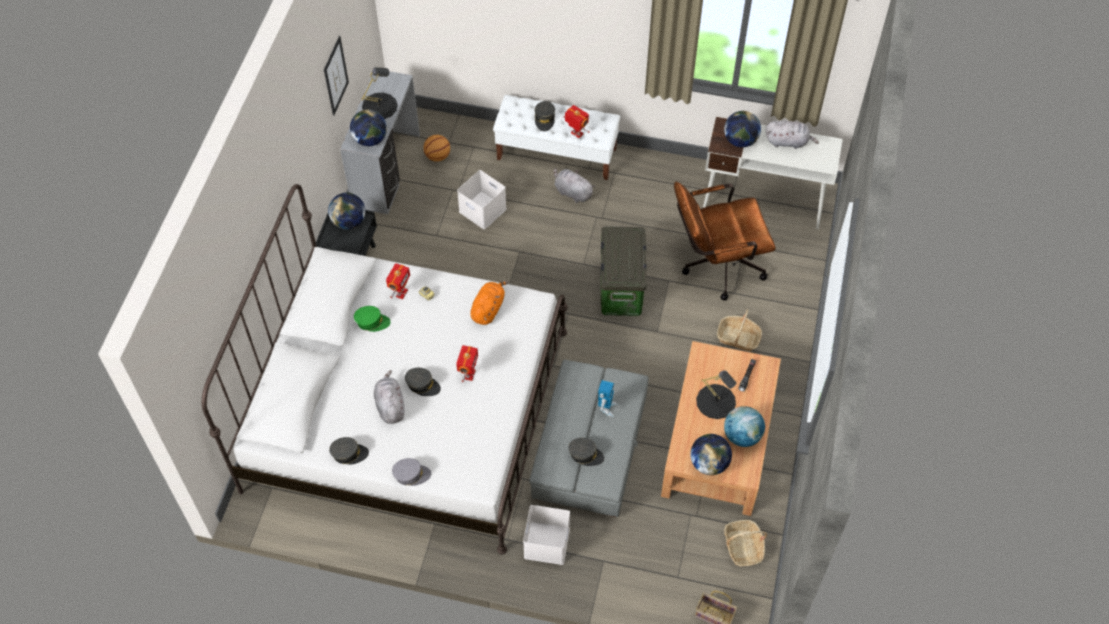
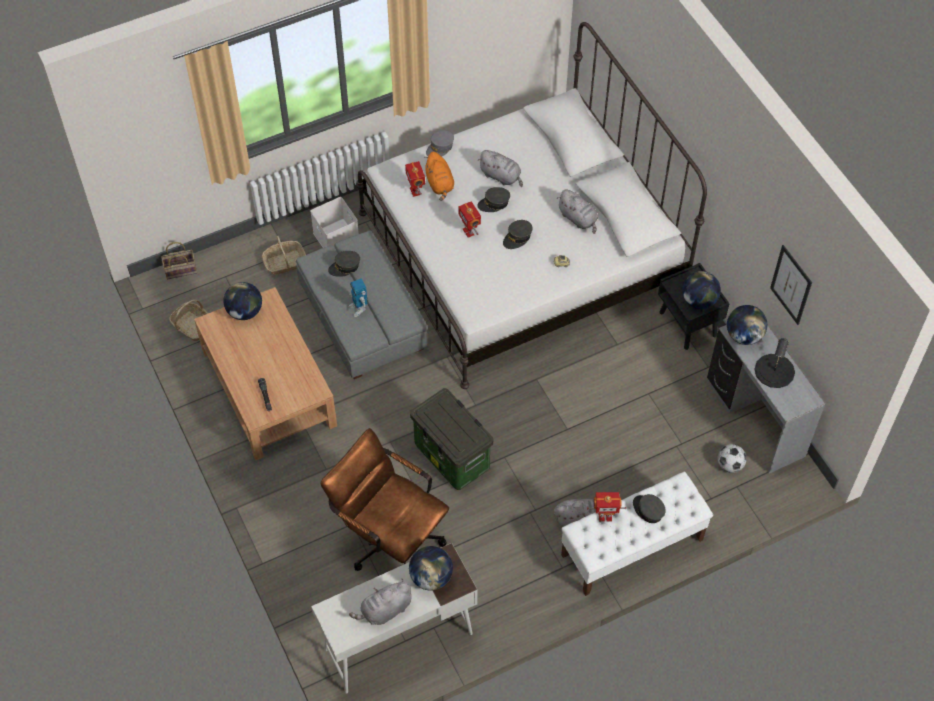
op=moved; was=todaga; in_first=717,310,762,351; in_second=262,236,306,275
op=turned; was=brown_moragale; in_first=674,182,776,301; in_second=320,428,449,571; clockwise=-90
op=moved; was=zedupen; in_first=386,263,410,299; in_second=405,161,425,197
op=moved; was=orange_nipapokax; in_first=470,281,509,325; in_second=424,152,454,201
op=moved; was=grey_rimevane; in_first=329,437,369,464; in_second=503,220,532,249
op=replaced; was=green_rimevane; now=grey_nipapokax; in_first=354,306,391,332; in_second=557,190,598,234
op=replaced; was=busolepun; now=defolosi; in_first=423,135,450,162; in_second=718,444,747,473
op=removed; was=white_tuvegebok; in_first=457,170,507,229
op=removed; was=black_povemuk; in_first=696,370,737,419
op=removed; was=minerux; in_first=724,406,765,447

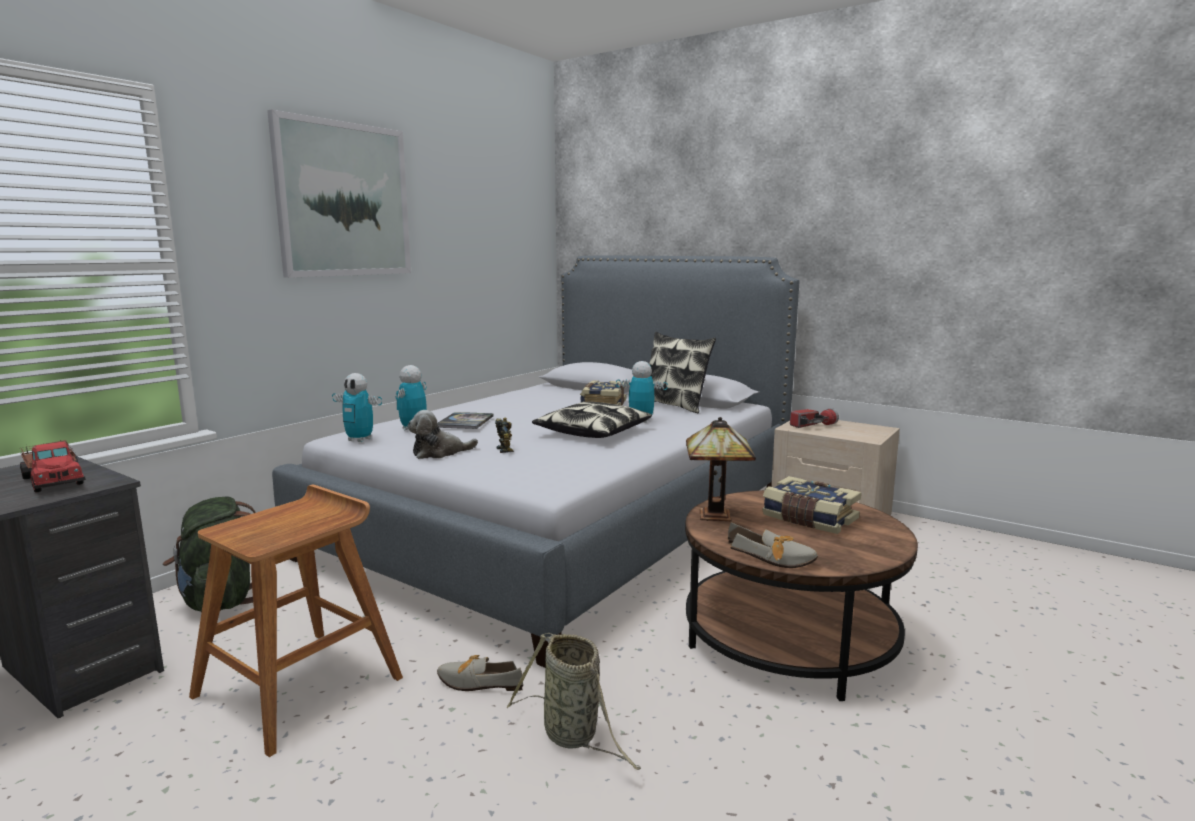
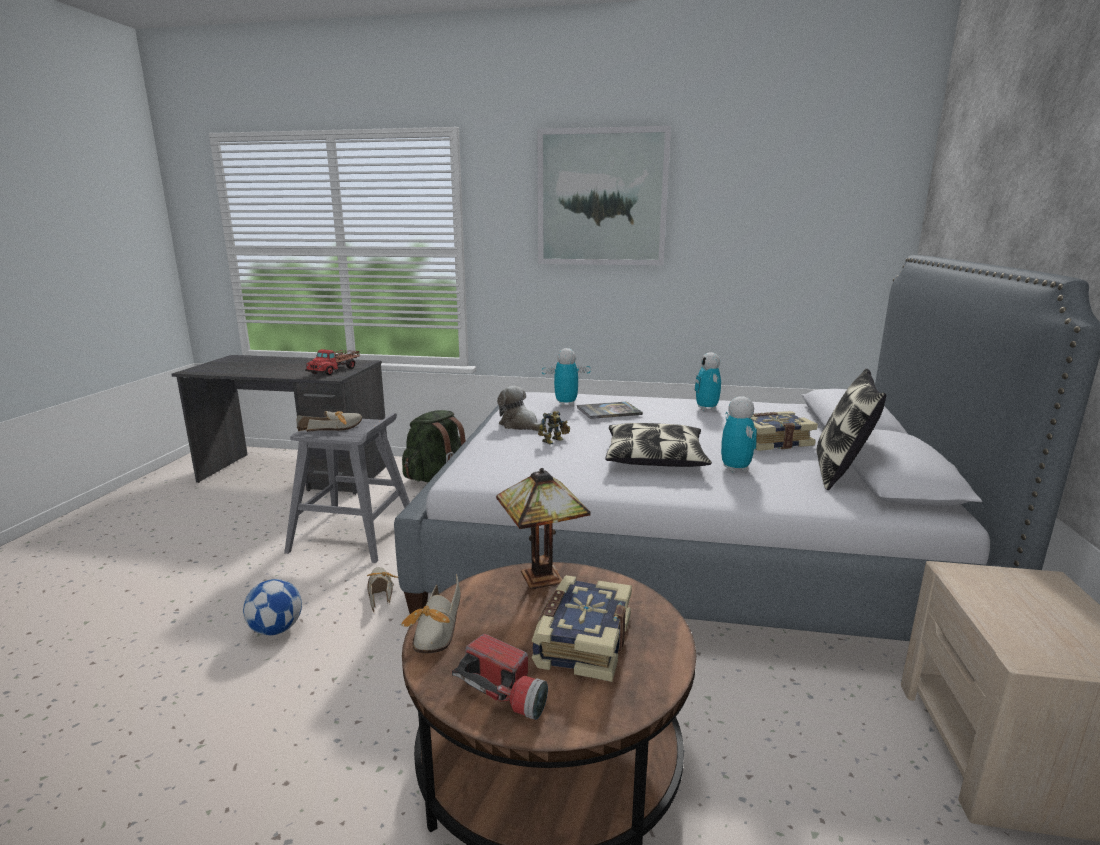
op=added; now=defolosi; in_second=243,579,302,635
op=recoloured; was=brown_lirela; now=grey_lirela; in_first=189,484,403,757; in_second=284,413,410,563
op=added; now=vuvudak; in_second=297,411,362,432
op=moved; was=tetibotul; in_first=790,408,839,428; in_second=452,634,548,720
op=moved; was=zedupen; in_first=332,373,382,442; in_second=695,352,721,411
op=removed; was=todaga; in_first=507,633,641,770

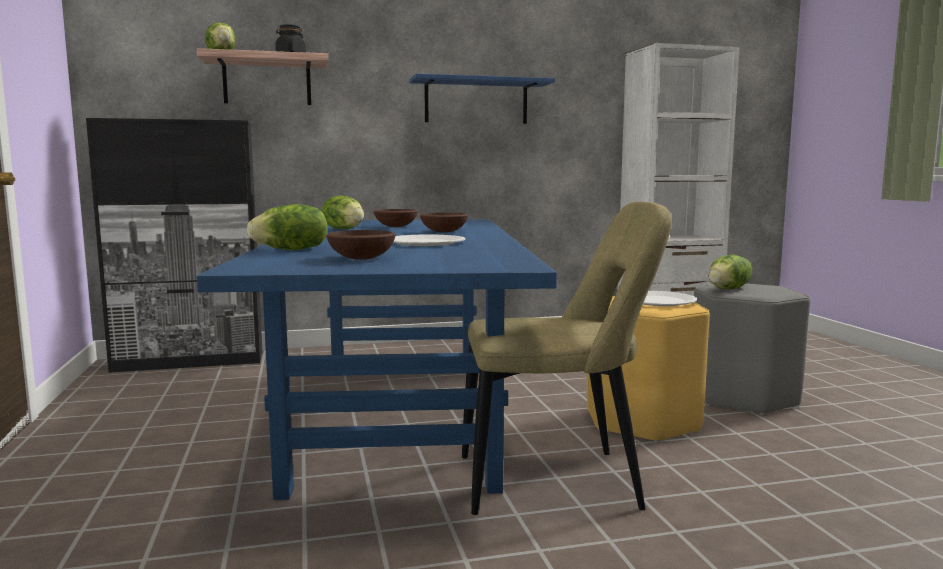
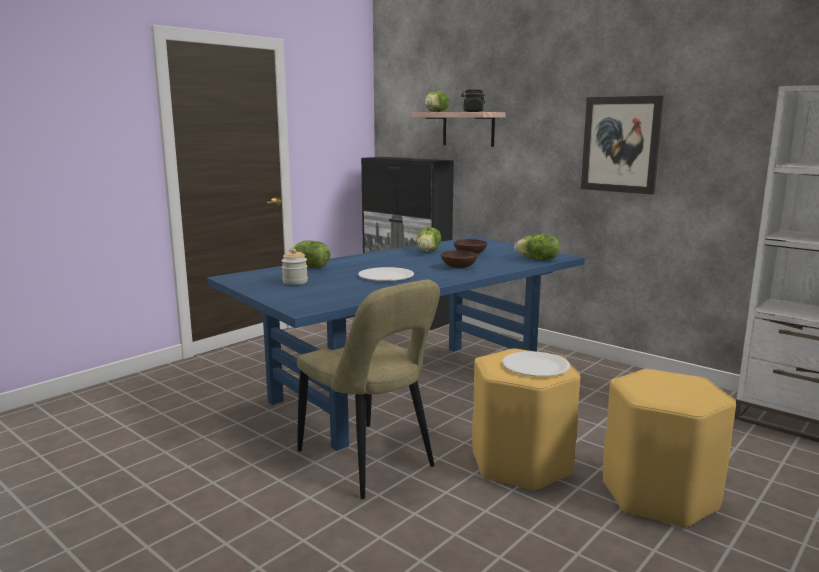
op=replaced; was=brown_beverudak; now=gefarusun; in_first=326,230,396,260; in_second=281,249,308,285
op=moved; was=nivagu; in_first=708,254,752,289; in_second=514,234,560,260
op=replaced; was=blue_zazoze; now=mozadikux; in_first=409,73,555,124; in_second=581,96,664,195
op=recoloured; was=grey_lirela; now=yellow_lirela; in_first=694,283,810,415; in_second=603,369,736,528

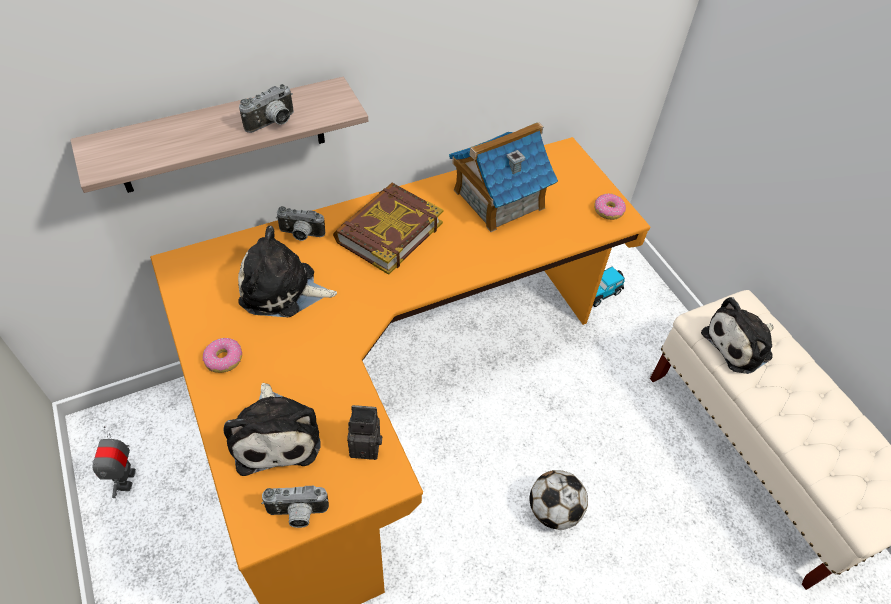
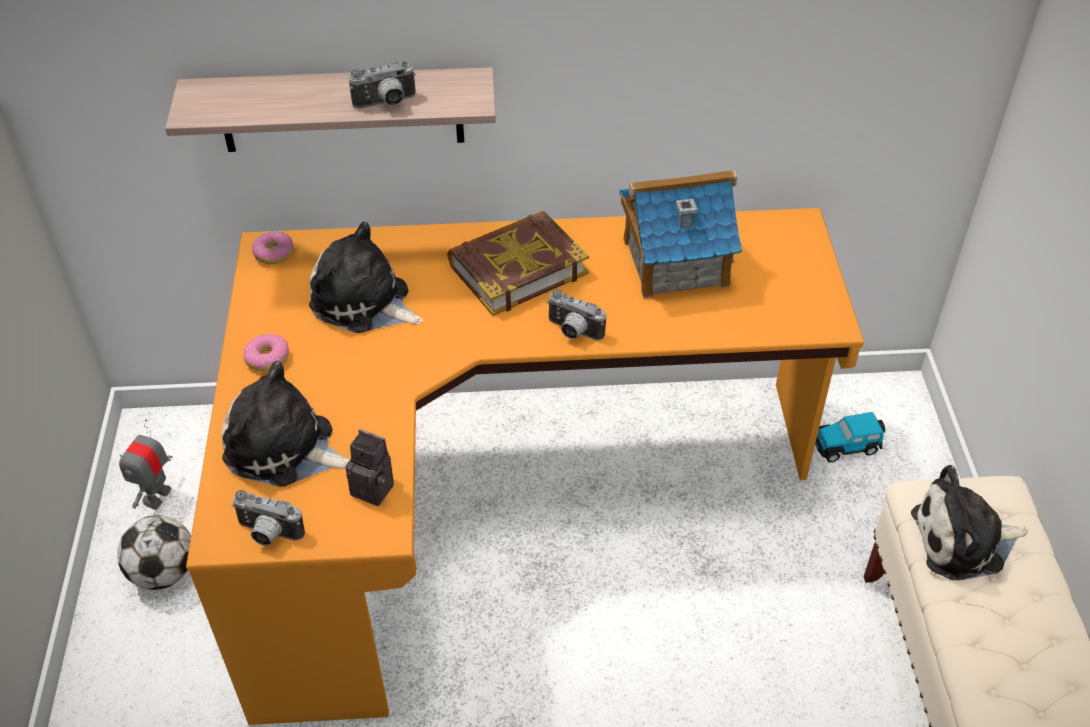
op=moved; was=defolosi; in_first=530,470,588,530; in_second=117,515,191,590
op=turned; was=nipapokax; in_first=224,383,320,476; in_second=222,361,350,487; clockwise=105
op=moved; was=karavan; in_first=594,194,626,220; in_second=252,231,294,264
op=moved; was=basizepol; in_first=276,206,325,241; in_second=547,289,606,340

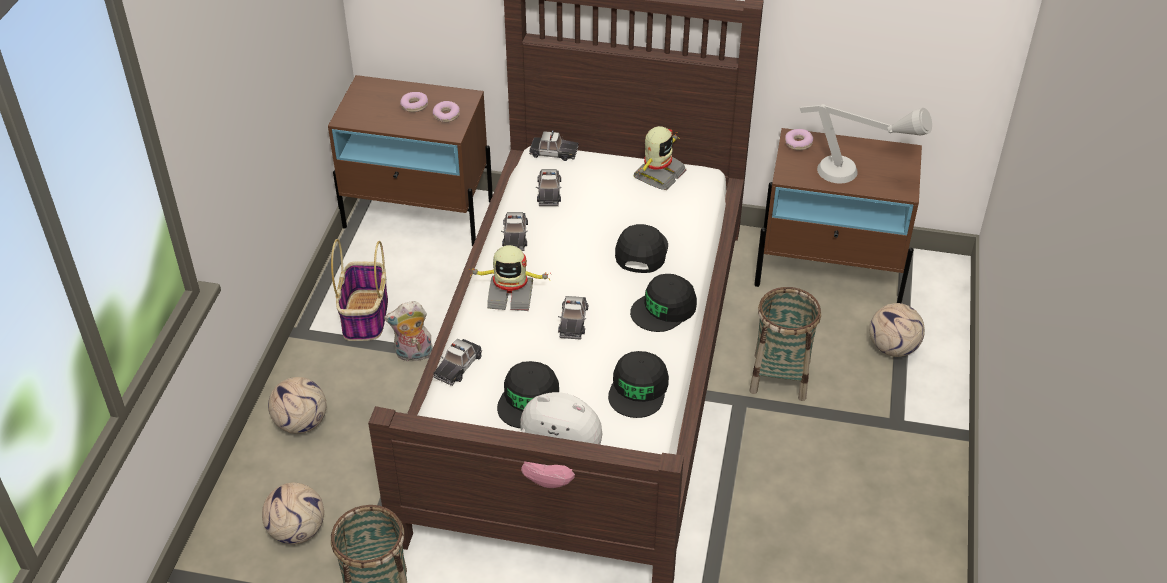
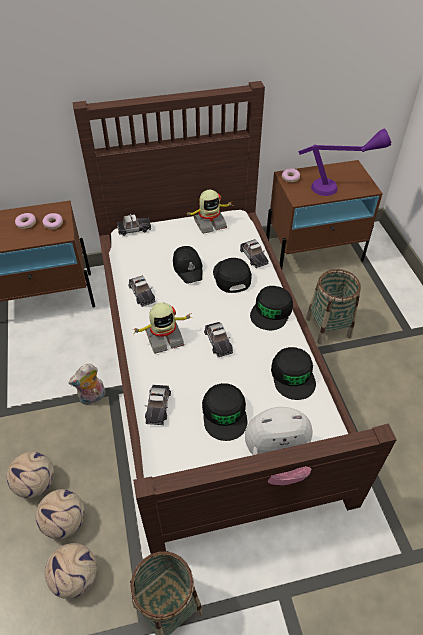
op=moved; was=defolosi; in_first=869,303,925,357; in_second=36,489,85,539
op=added; now=black_rimevane; in_second=173,246,203,284
op=turned; was=zedupen; in_first=633,126,686,190; in_second=186,190,233,234; clockwise=60
op=moved; was=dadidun; in_first=536,169,562,206; in_second=240,239,268,268
op=recoloured; was=grey_povemuk; now=purple_povemuk; in_first=800,104,932,184; in_second=298,128,392,196
op=removed; was=todaga; in_first=331,239,388,341

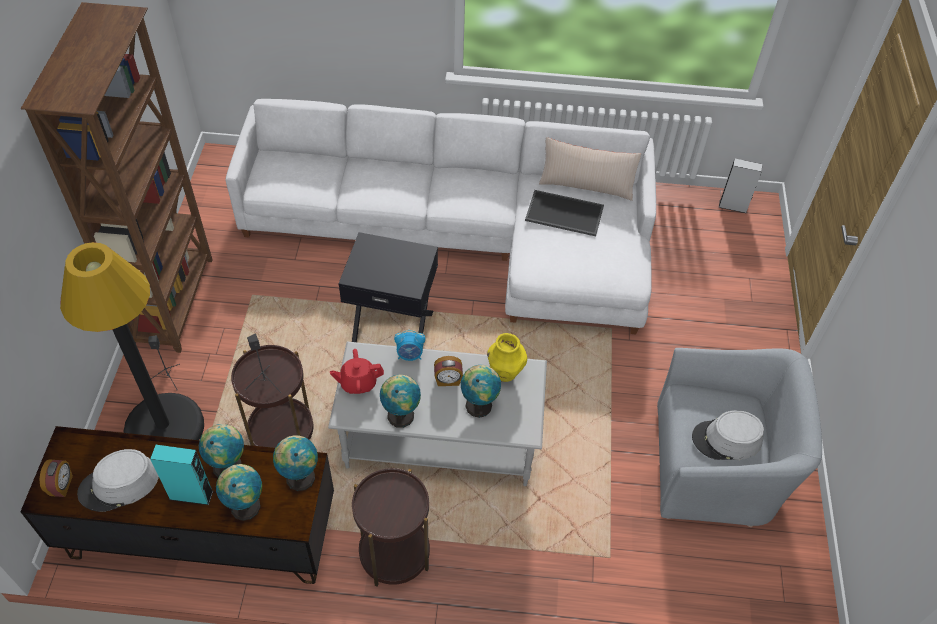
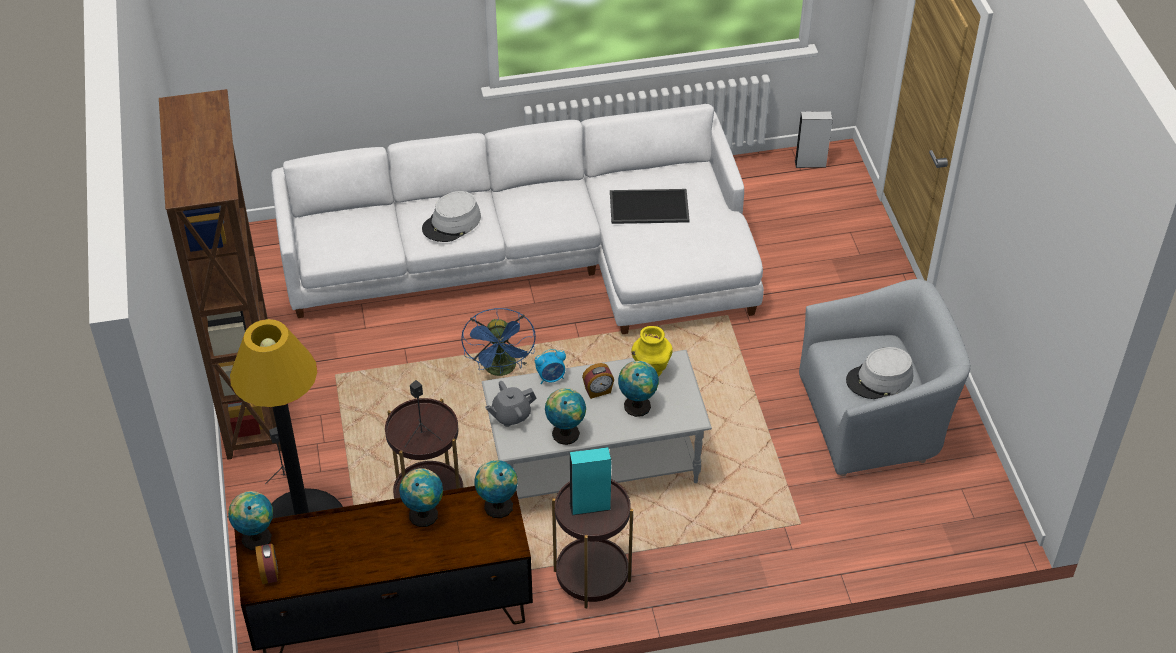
op=moved; was=minerux; in_first=216,464,262,521; in_second=228,491,273,550
op=moved; was=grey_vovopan; in_first=77,449,159,512; in_second=422,191,481,242
op=replaced; was=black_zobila; now=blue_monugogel; in_first=338,232,438,342; in_second=461,308,536,376
op=recoloured; was=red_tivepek; now=grey_tivepek; in_first=330,349,384,394; in_second=485,381,537,427
op=moved; was=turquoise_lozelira; in_first=150,445,213,505; in_second=569,447,612,515
op=removed; was=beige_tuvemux; in_first=539,137,641,201

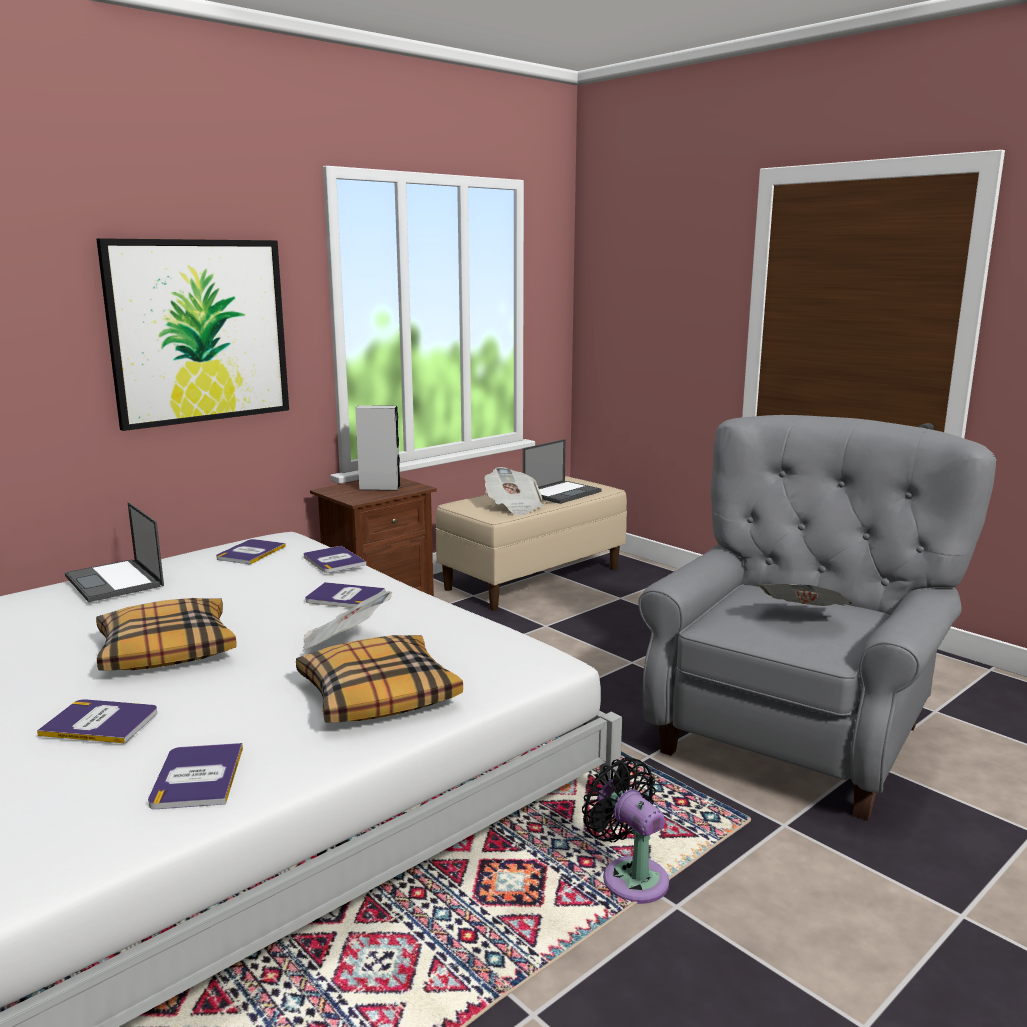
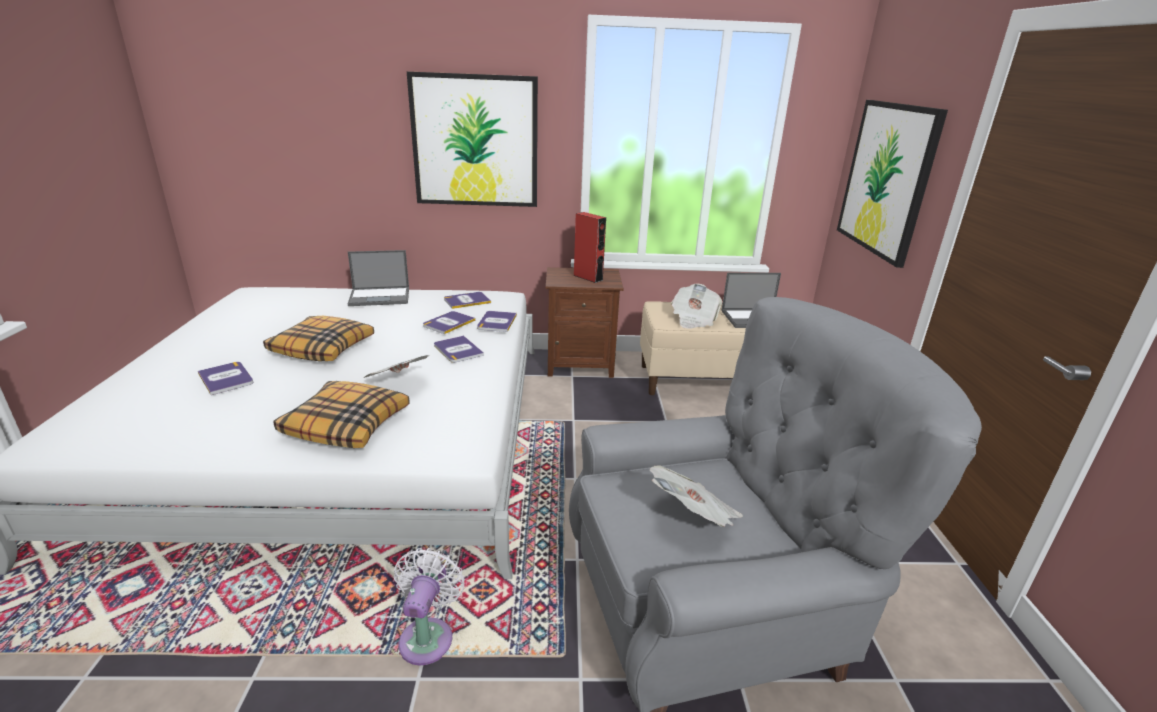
op=turned; was=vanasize; in_first=65,502,164,602; in_second=348,250,409,306; clockwise=-105
op=recoloured; was=black_monugogel; now=white_monugogel; in_first=582,757,669,904; in_second=394,548,465,665
op=moved; was=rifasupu; in_first=148,743,243,809; in_second=423,311,476,334
op=recoloured; was=grey_lozelira; now=red_lozelira; in_first=355,405,401,491; in_second=573,212,606,283
op=added; now=mozadikux; in_second=837,100,948,268

